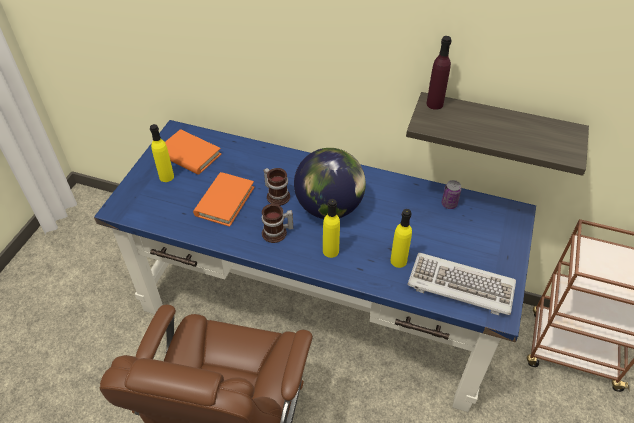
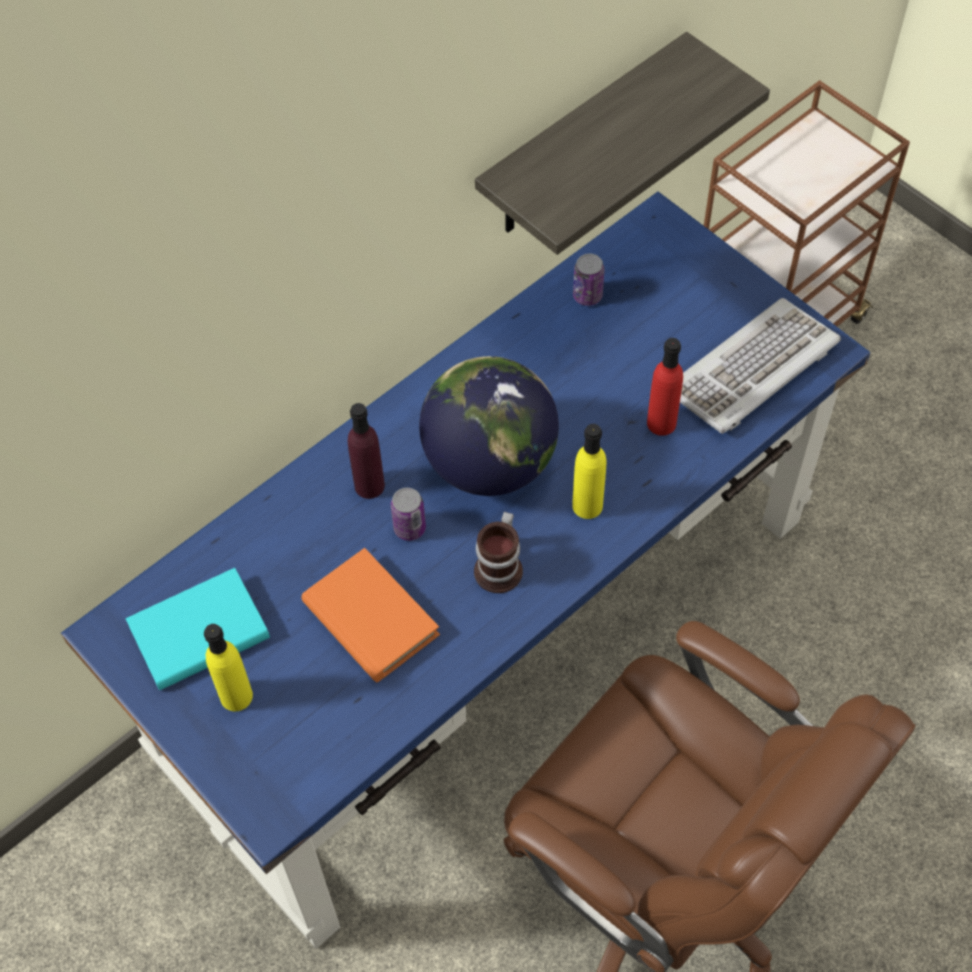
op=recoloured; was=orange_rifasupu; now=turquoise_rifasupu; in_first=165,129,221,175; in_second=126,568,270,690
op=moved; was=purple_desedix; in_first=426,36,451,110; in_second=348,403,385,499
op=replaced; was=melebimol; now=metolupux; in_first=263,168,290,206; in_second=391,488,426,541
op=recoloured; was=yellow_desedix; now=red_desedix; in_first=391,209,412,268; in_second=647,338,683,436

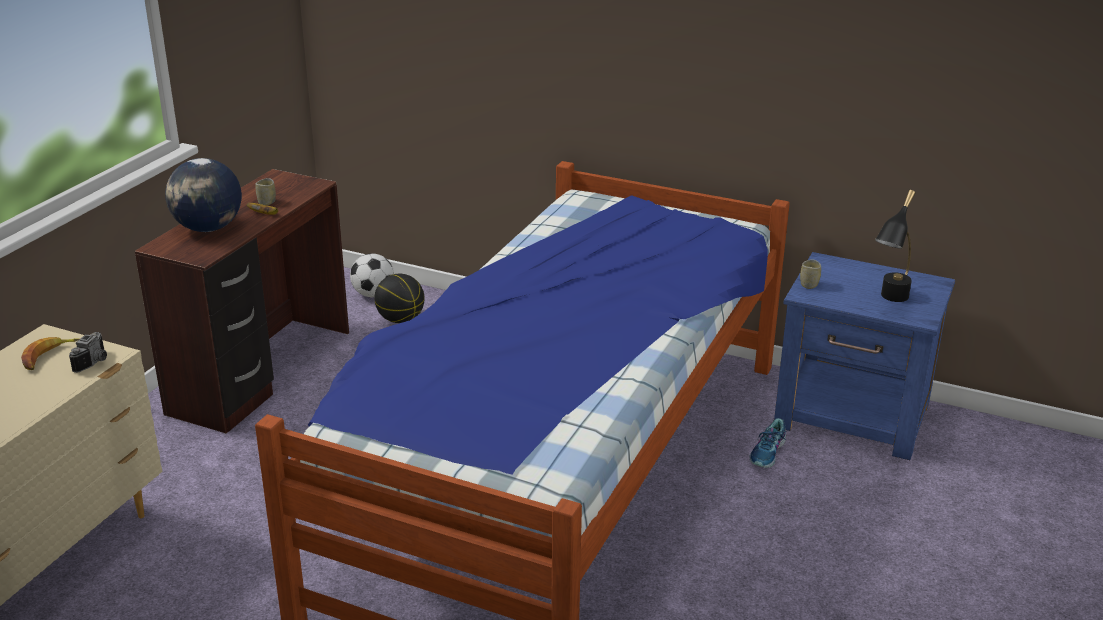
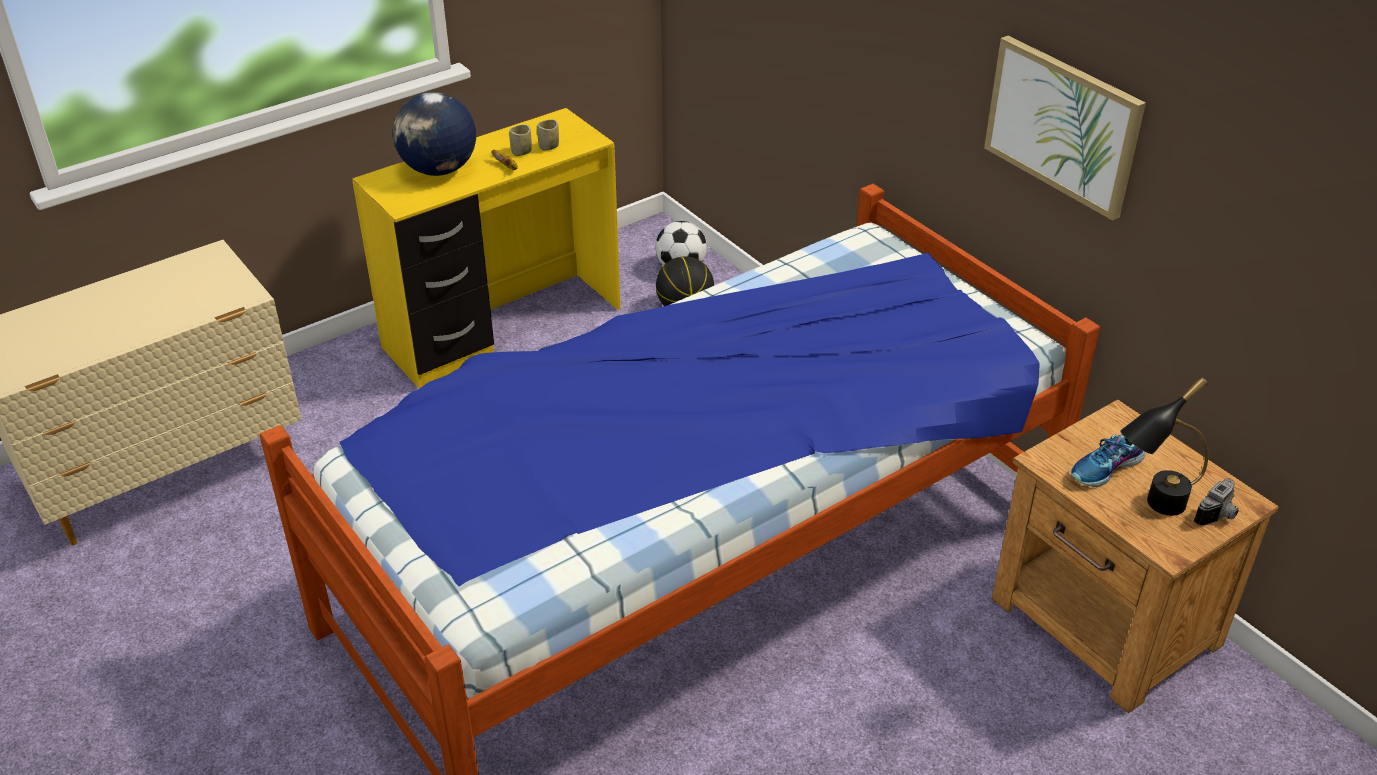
op=recoloured; was=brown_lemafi; now=yellow_lemafi; in_first=135,169,349,434; in_second=352,108,621,389
op=moved; was=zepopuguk; in_first=800,259,821,289; in_second=537,120,559,151
op=added; now=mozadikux; in_second=984,36,1146,221
op=recoloured; was=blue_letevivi; now=brown_letevivi; in_first=774,252,955,460; in_second=992,400,1279,713
op=moved; was=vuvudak; in_first=750,418,786,468; in_second=1071,434,1146,487
op=moved; was=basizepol; in_first=69,332,107,373; in_second=1194,478,1239,526
op=removed; was=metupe; in_first=21,337,79,370

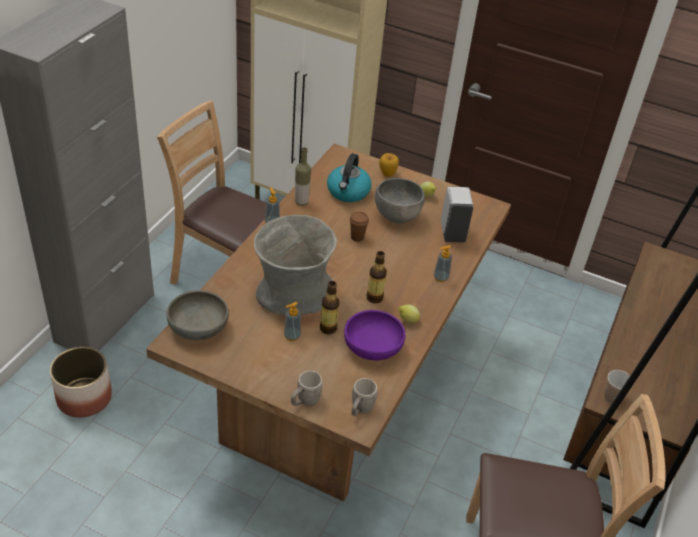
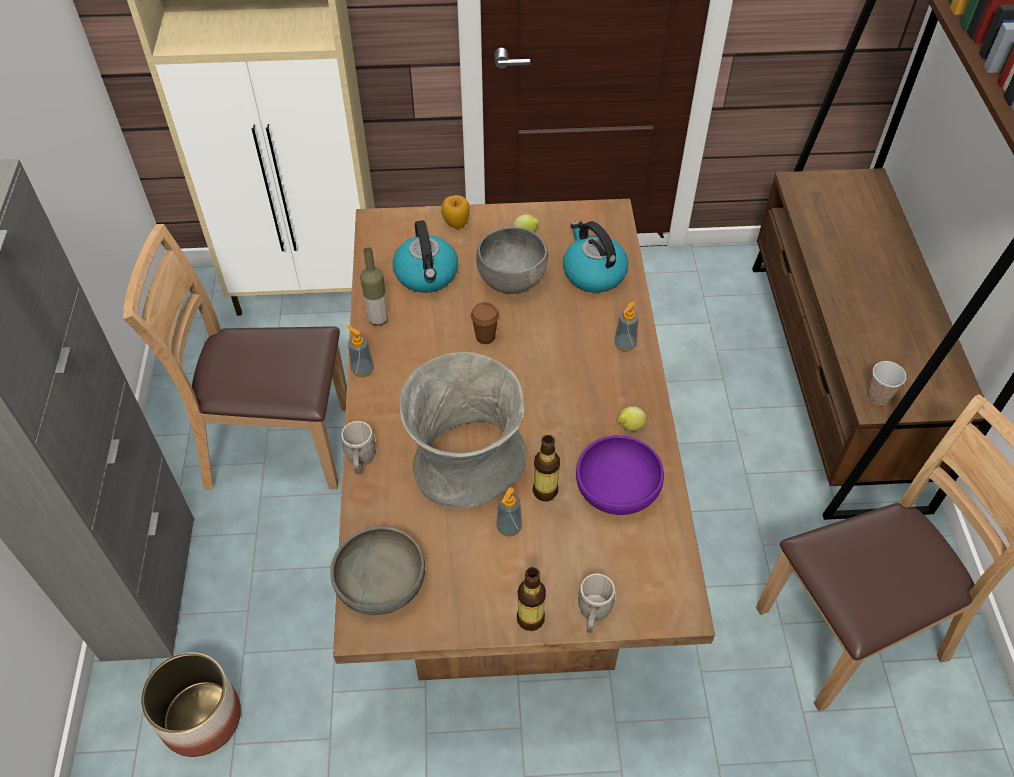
op=moved; was=grey_melebimol; in_first=352,378,378,416; in_second=341,421,376,474
op=moved; was=desedix; in_first=367,251,387,303; in_second=517,567,546,631
op=replaced; was=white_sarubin; now=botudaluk; in_first=441,187,473,243; in_second=563,221,628,293

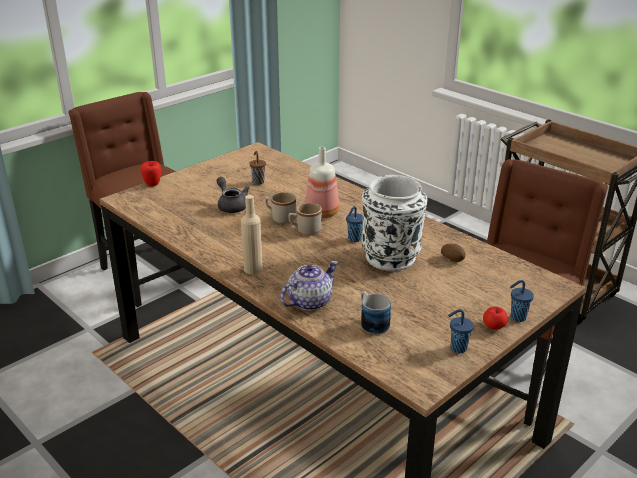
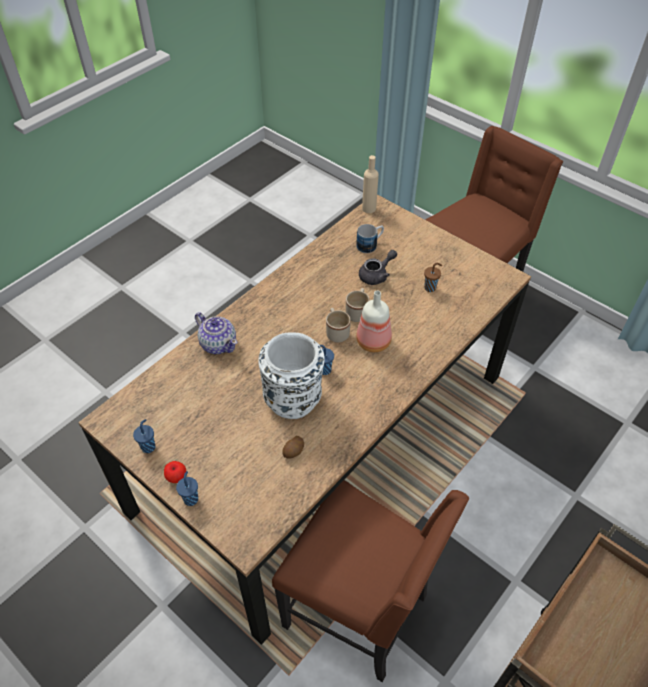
op=moved; was=melebimol; in_first=361,291,391,334; in_second=356,224,384,253
op=moved; was=beige_desedix; in_first=241,195,263,275; in_second=362,155,379,213
op=removed; was=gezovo; in_first=141,161,161,187

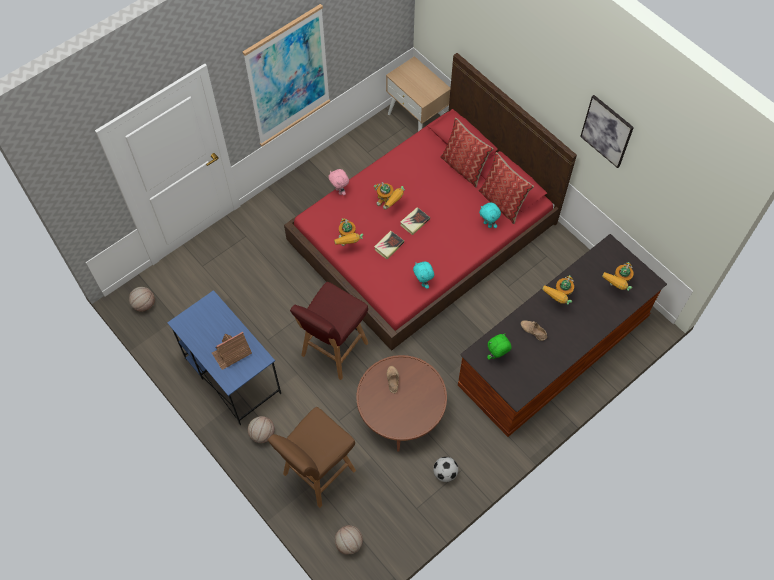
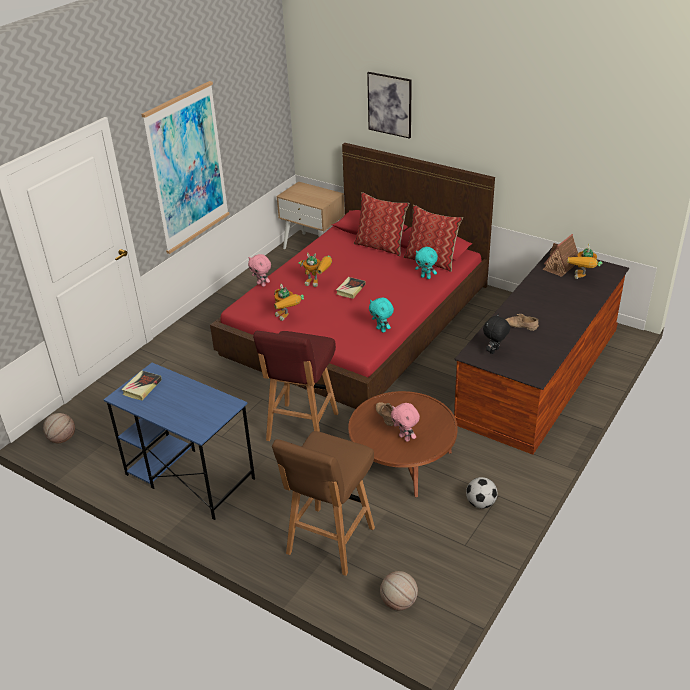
op=moved; was=rifasupu; in_first=374,231,404,260; in_second=121,370,162,400
op=moved; was=mozadikux; in_first=580,95,634,168; in_second=367,72,412,139
op=added; now=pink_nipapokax; in_second=391,403,420,442
op=recoloured; was=green_nipapokax; now=black_nipapokax; in_first=487,333,512,360; in_second=483,314,510,354
op=moved; was=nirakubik; in_first=212,332,252,370; in_second=542,234,578,277
op=removed; was=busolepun; in_first=248,416,275,443
op=removed; was=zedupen; in_first=542,275,574,304

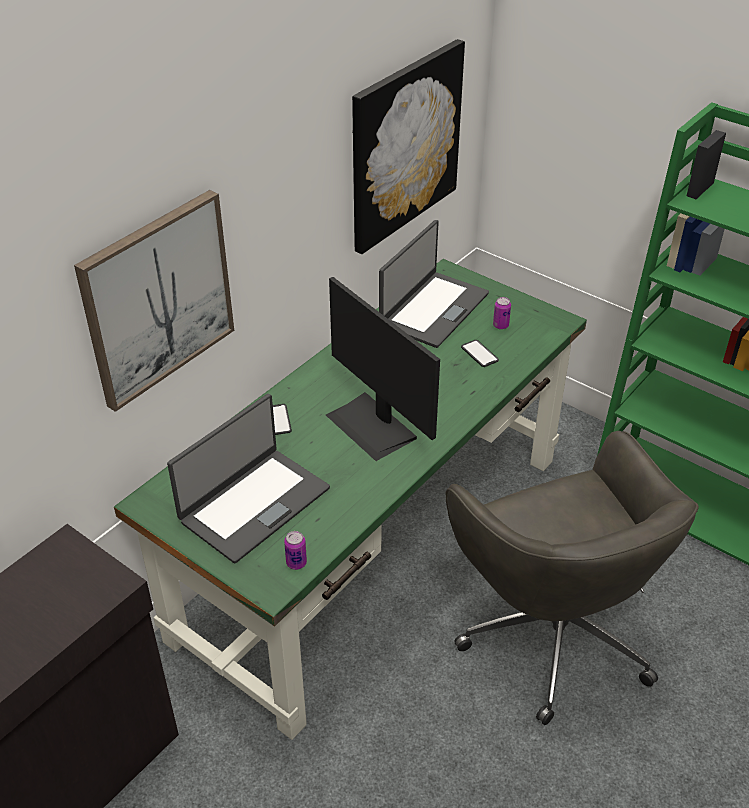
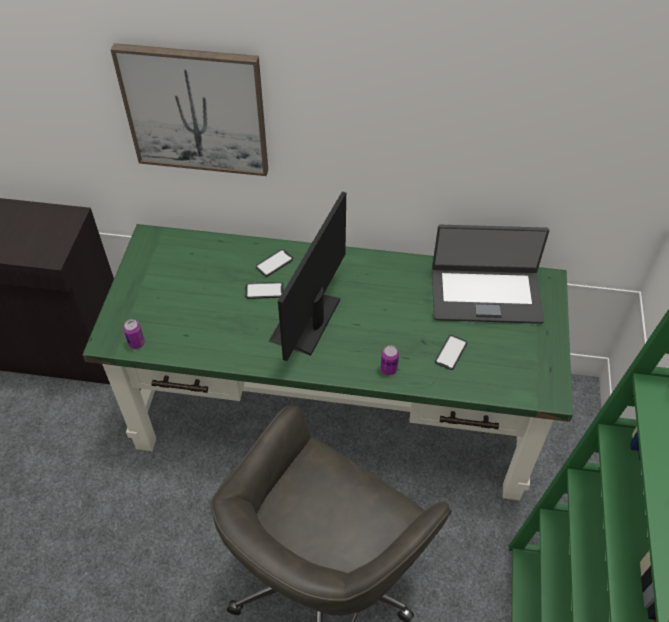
op=added; now=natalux; in_second=245,282,283,299
op=moved; was=metolupux; in_first=493,297,511,329; in_second=381,345,399,375
op=removed; was=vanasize; in_first=167,394,330,564
op=removed; was=mozadikux; in_first=352,39,465,254

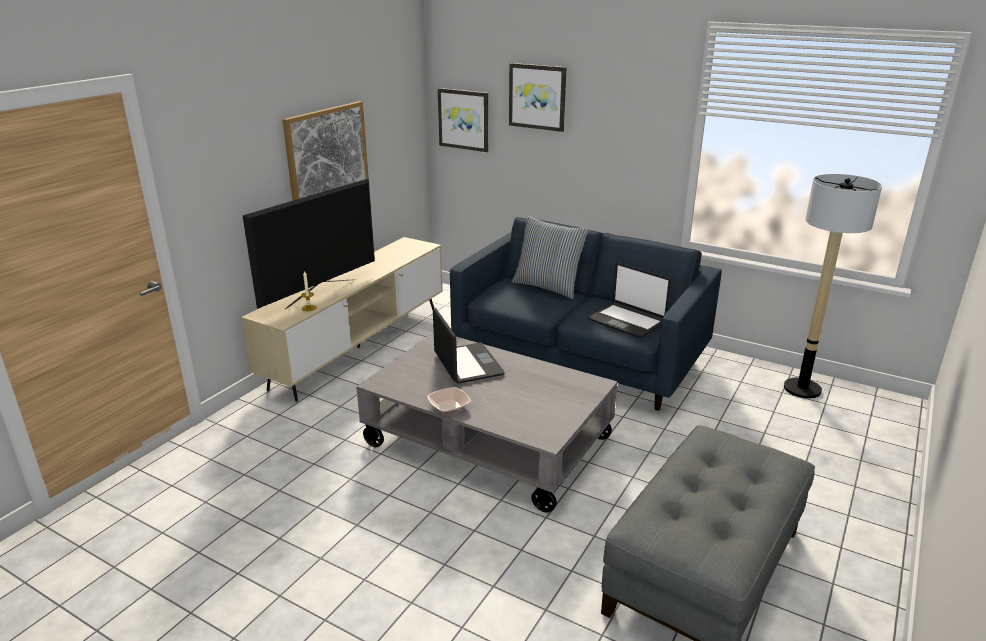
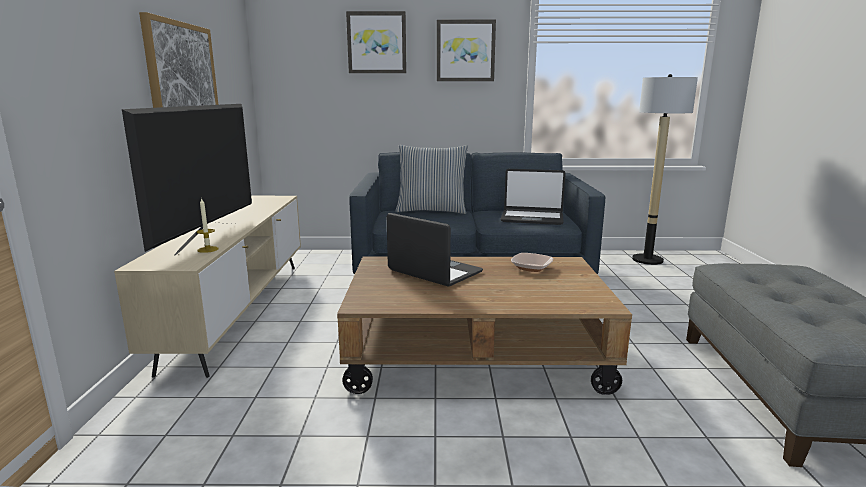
op=recoloured; was=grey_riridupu; now=brown_riridupu; in_first=356,333,618,512; in_second=337,257,632,395
op=moved; was=mozadikux; in_first=438,88,488,152; in_second=437,20,496,81
op=moved; was=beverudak; in_first=427,387,471,413; in_second=511,253,553,272

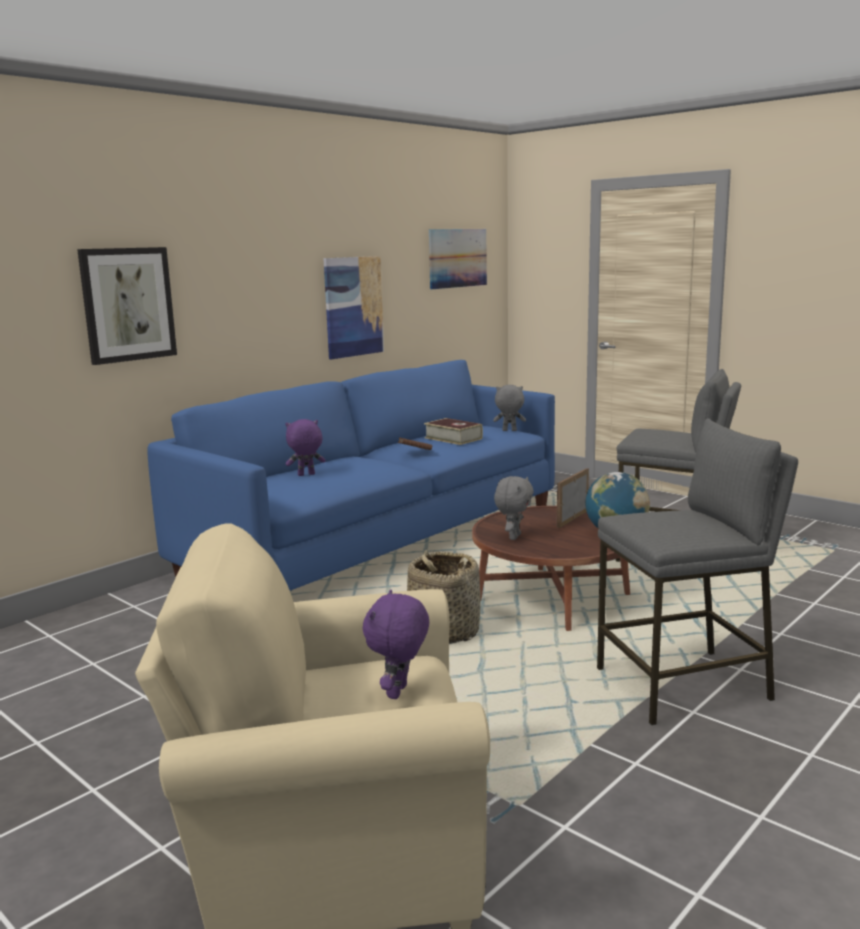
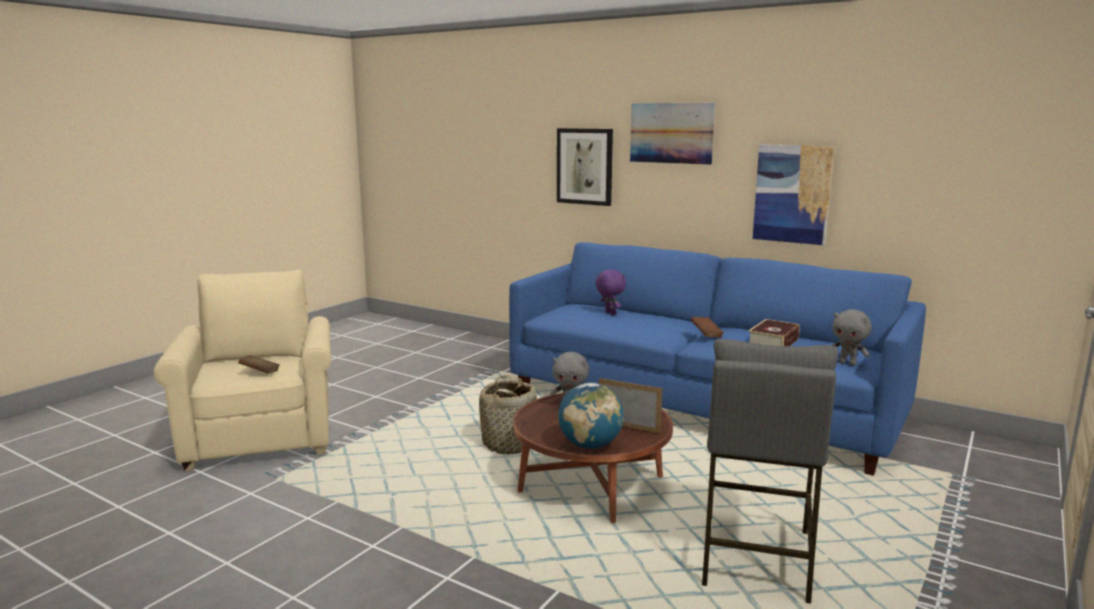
op=replaced; was=purple_nipapokax; now=brown_rifasupu; in_first=363,590,429,699; in_second=238,355,279,374
op=moved; was=mozadikux; in_first=429,229,487,289; in_second=630,103,715,165
op=turned; was=grey_nipapokax; in_first=493,385,526,431; in_second=831,309,872,366; clockwise=135
op=removed; was=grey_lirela; in_first=597,418,798,725

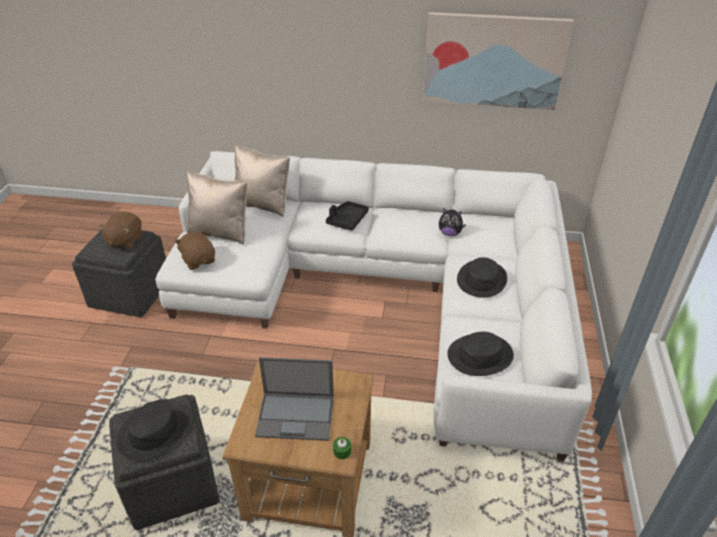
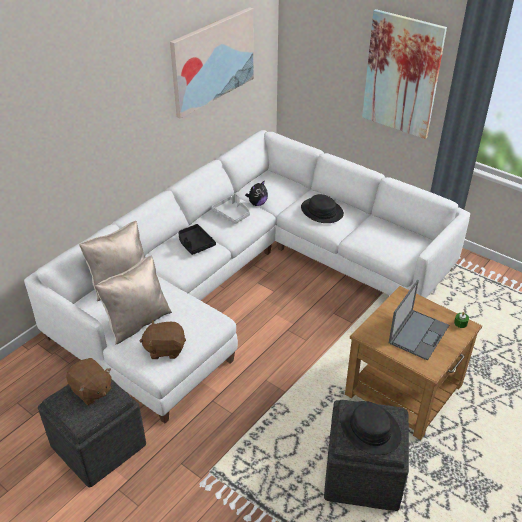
op=added; now=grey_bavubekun; in_second=211,194,250,224
op=added; now=mozadikux; in_second=362,9,447,139
op=removed; was=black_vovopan; in_first=447,332,514,376

